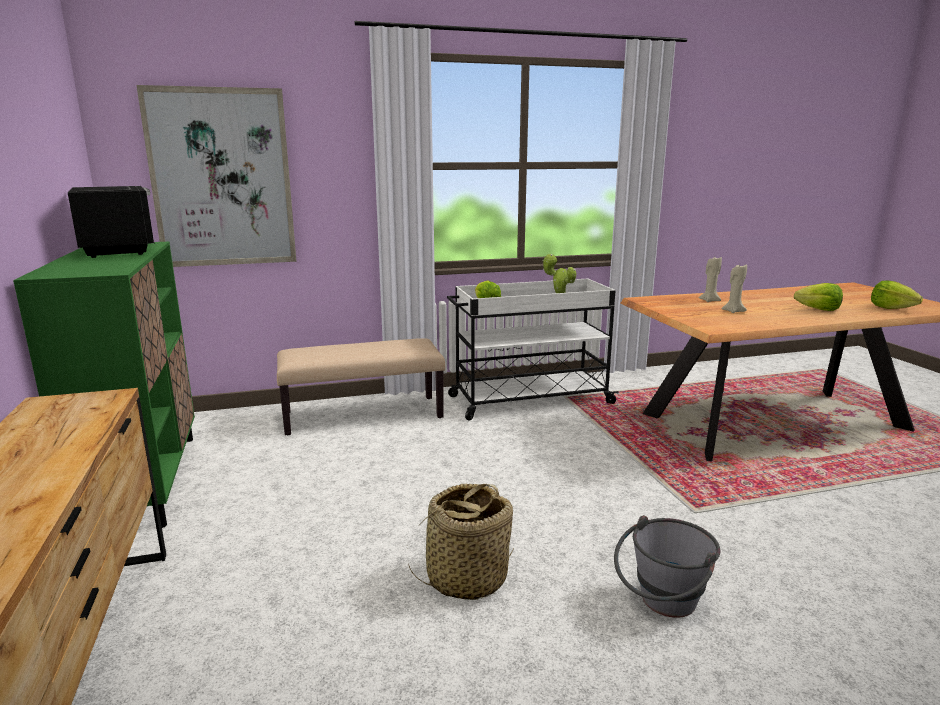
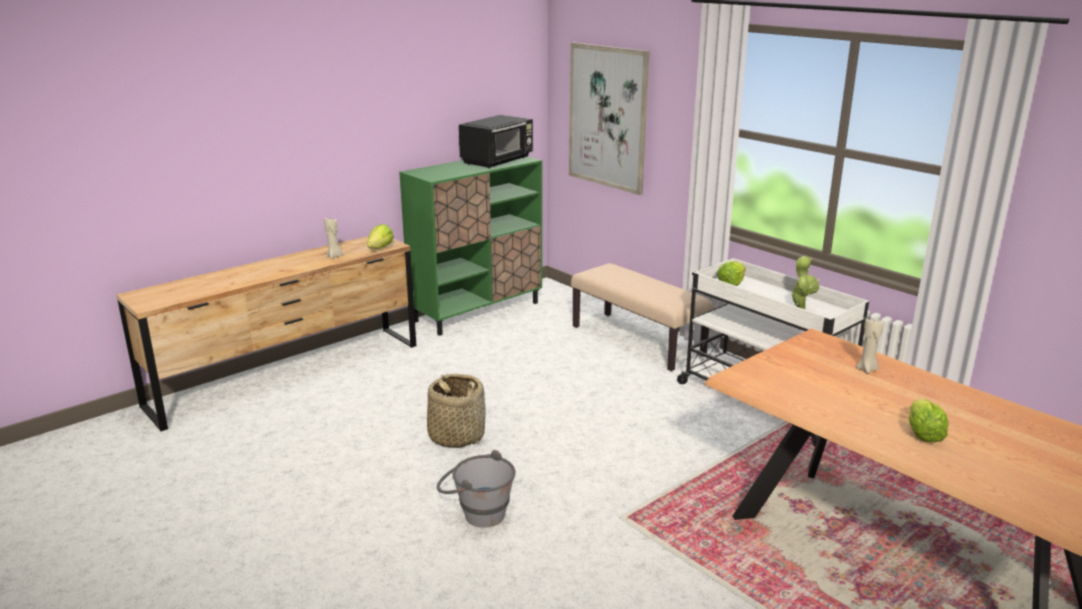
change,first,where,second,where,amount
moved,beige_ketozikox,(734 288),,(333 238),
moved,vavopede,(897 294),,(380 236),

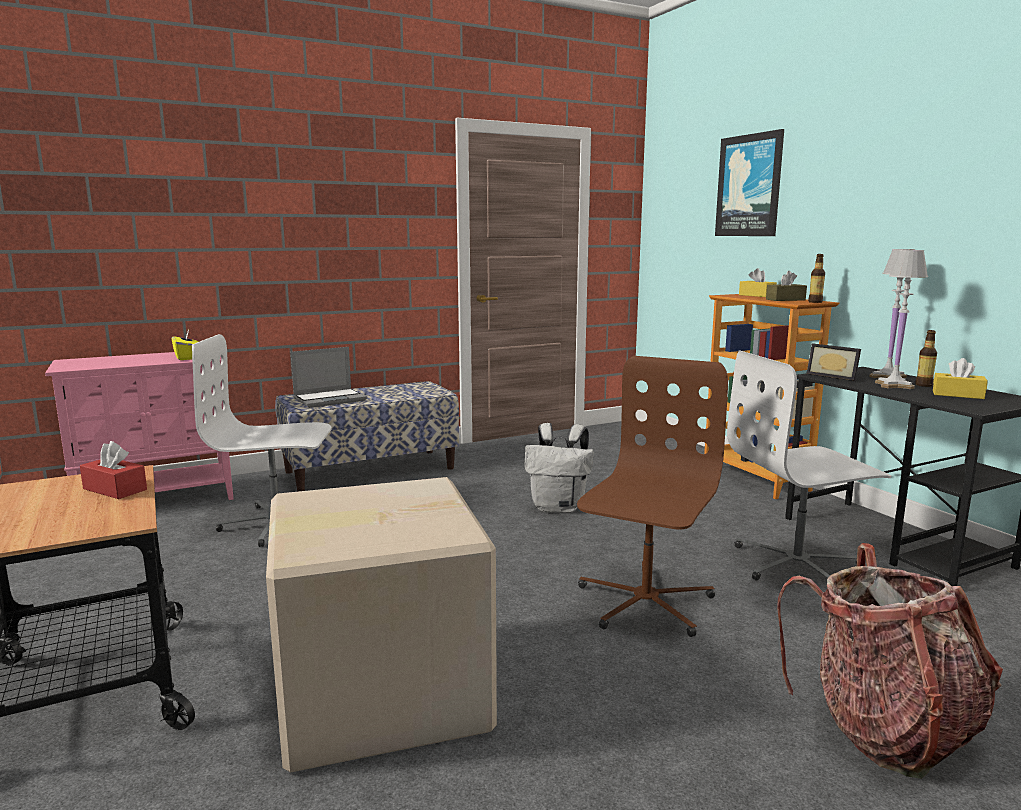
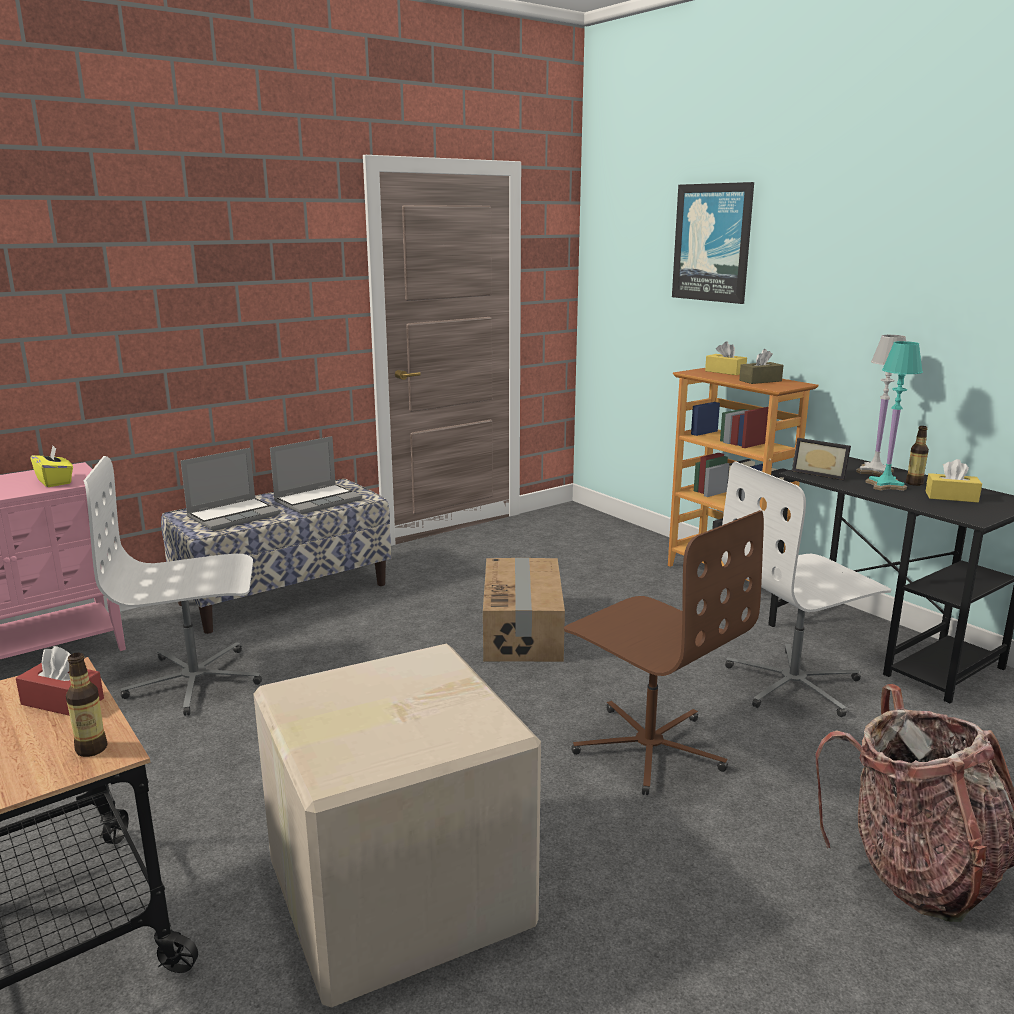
change,first,where,second,where,amount
replaced,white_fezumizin,(559 468),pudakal,(524 610),
turned,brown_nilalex,(652 496),,(664 652),120 degrees clockwise
moved,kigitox,(816 278),,(86 705),
recoloured,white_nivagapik,(901 319),turquoise_nivagapik,(894 416),
added,,,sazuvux,(316 475),

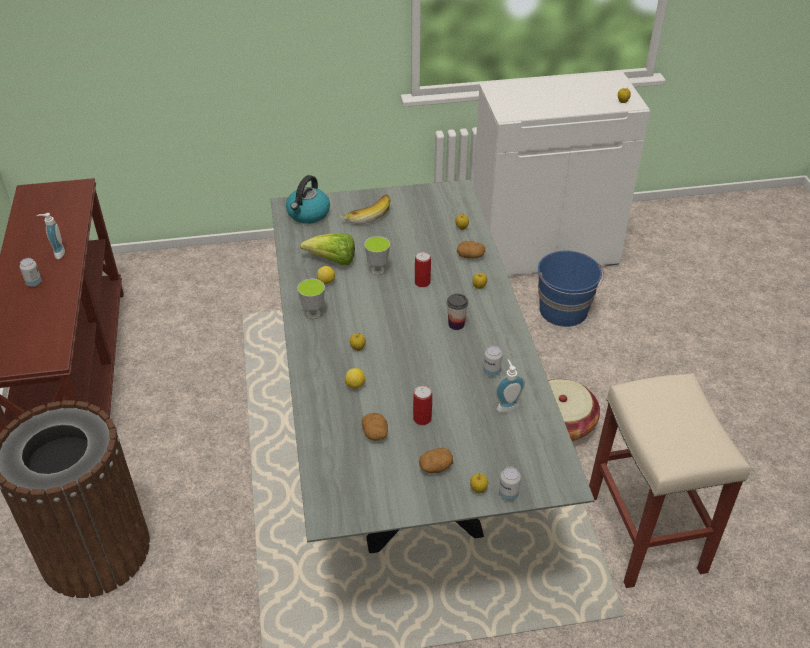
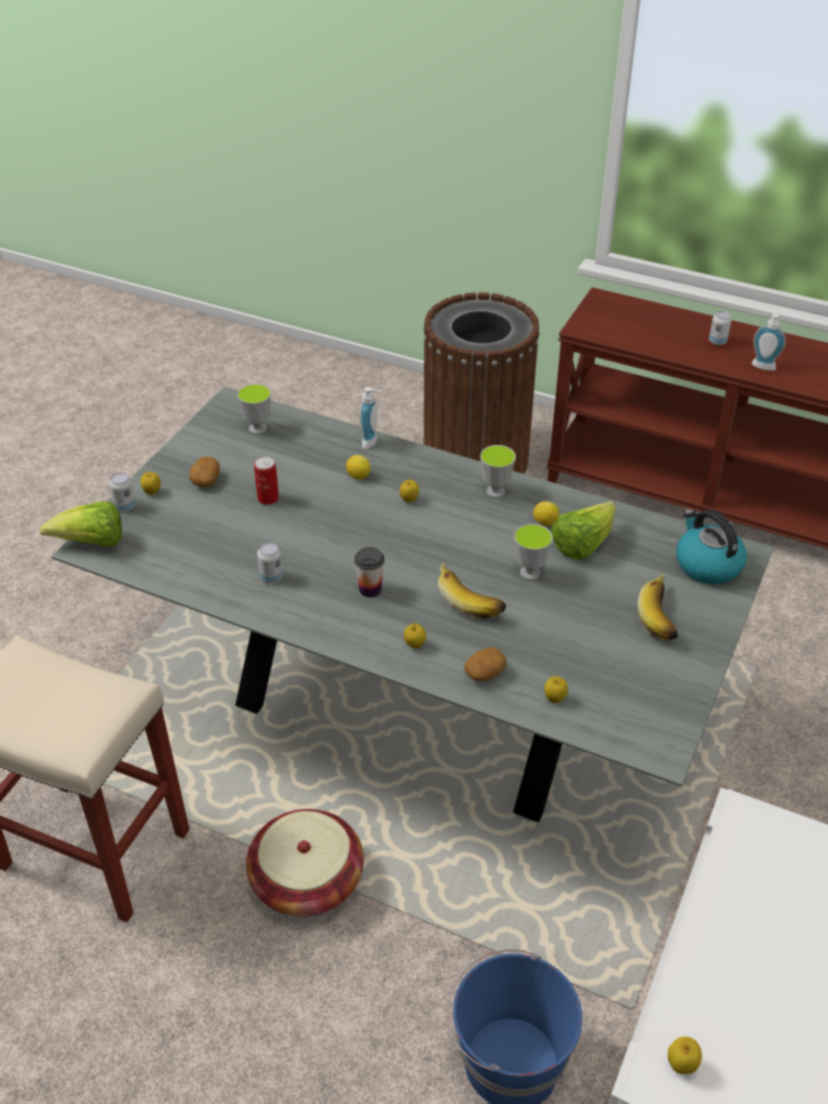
change,first,where,second,where,amount
removed,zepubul,(375 427),,,
replaced,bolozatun,(423 269),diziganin,(472 591),
moved,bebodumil,(510 386),,(370 418),
added,,,vavopede,(81 524),
added,,,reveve,(254 409),

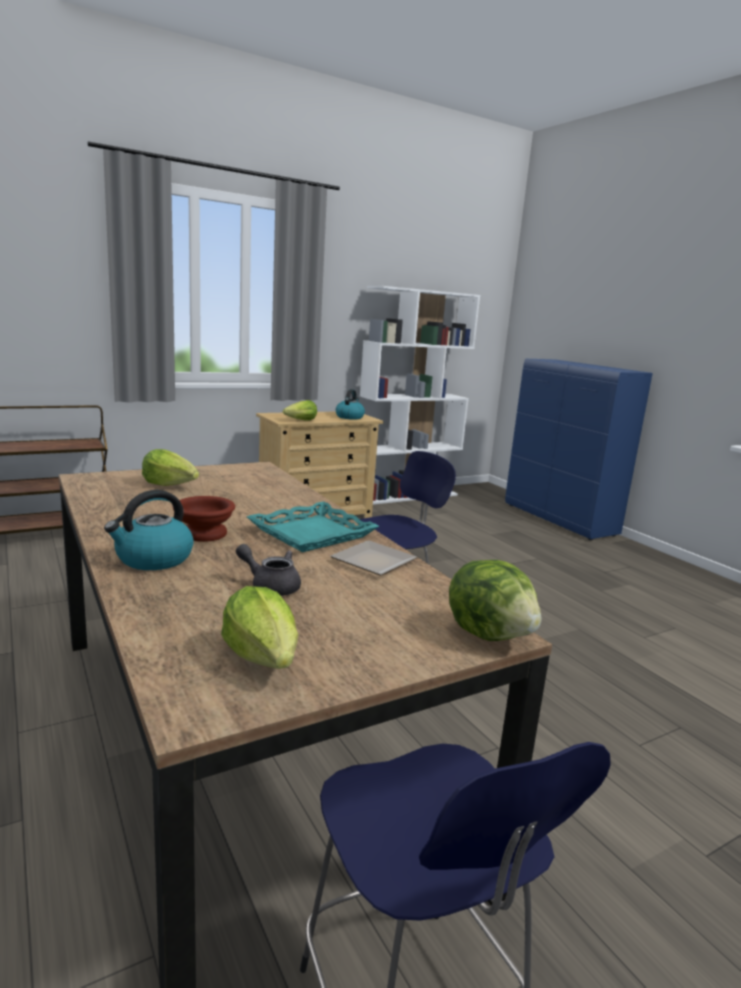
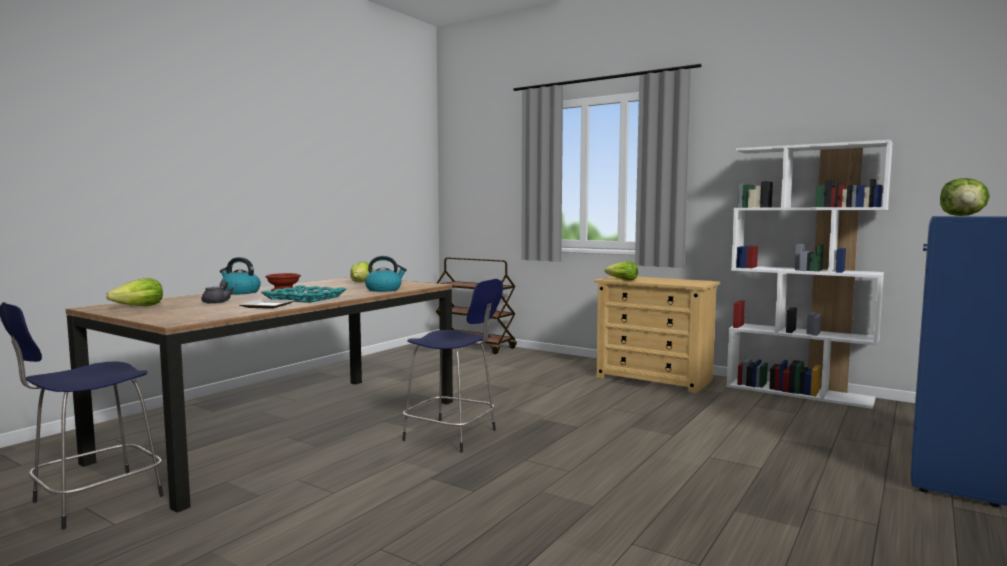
change,first,where,second,where,amount
moved,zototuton,(350 404),,(386 274),
moved,vavopede,(495 600),,(965 197),

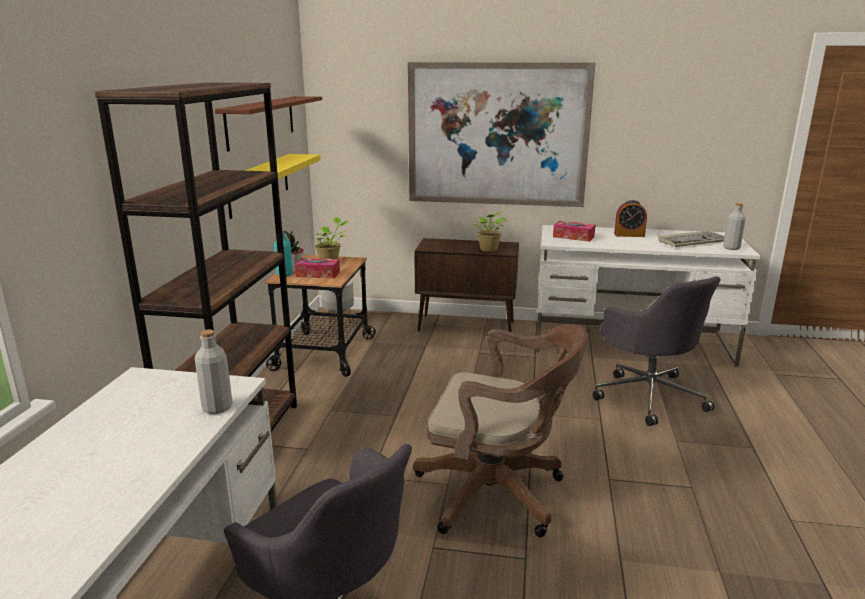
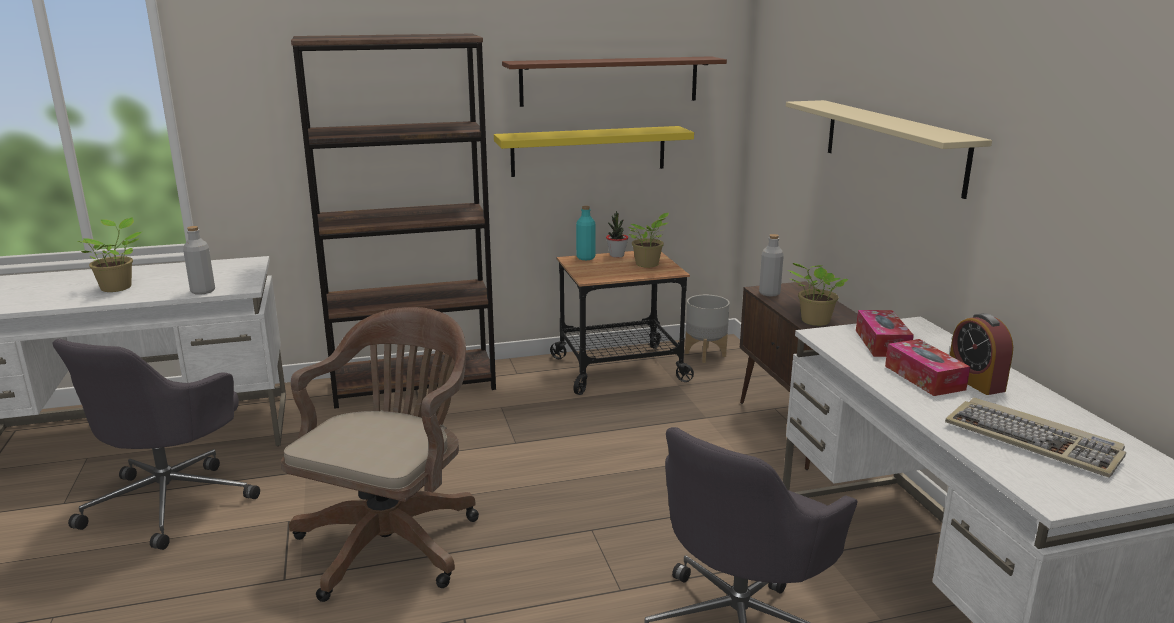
change,first,where,second,where,amount
moved,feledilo,(317 268),,(927 367),
replaced,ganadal,(501 134),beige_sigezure,(889 149),
turned,brown_nilalex,(500 430),,(380 454),150 degrees counterclockwise
moved,grey_kigitox,(734 226),,(771 265),
added,,,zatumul,(108 254),

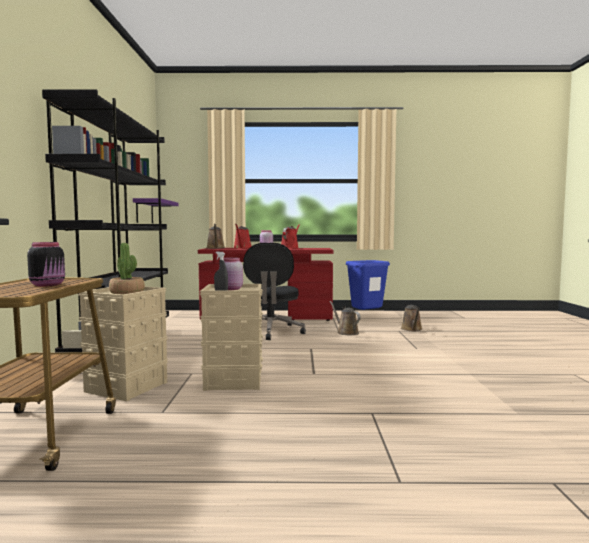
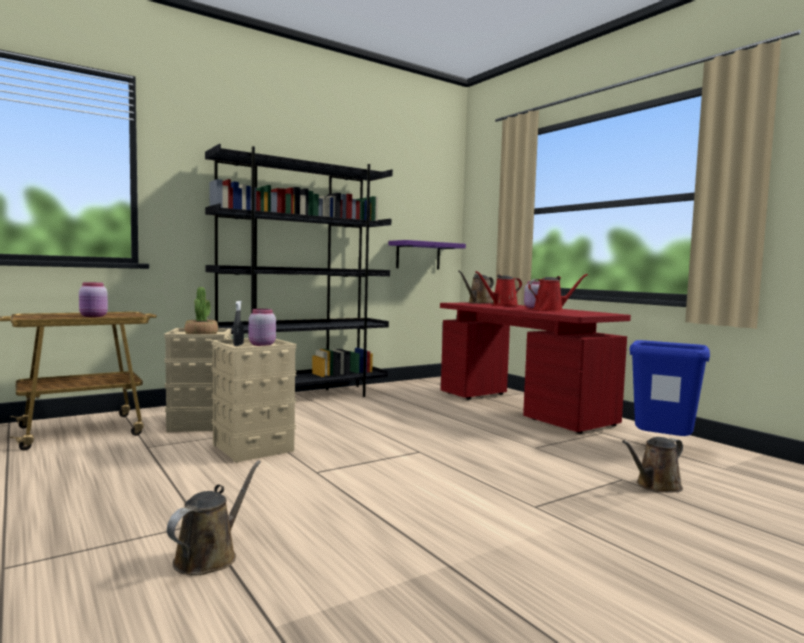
change,first,where,second,where,amount
recoloured,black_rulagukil,(46 264),pink_rulagukil,(93 299),
removed,black_nilalex,(274 291),,,
moved,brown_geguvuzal,(345 318),,(214 517),

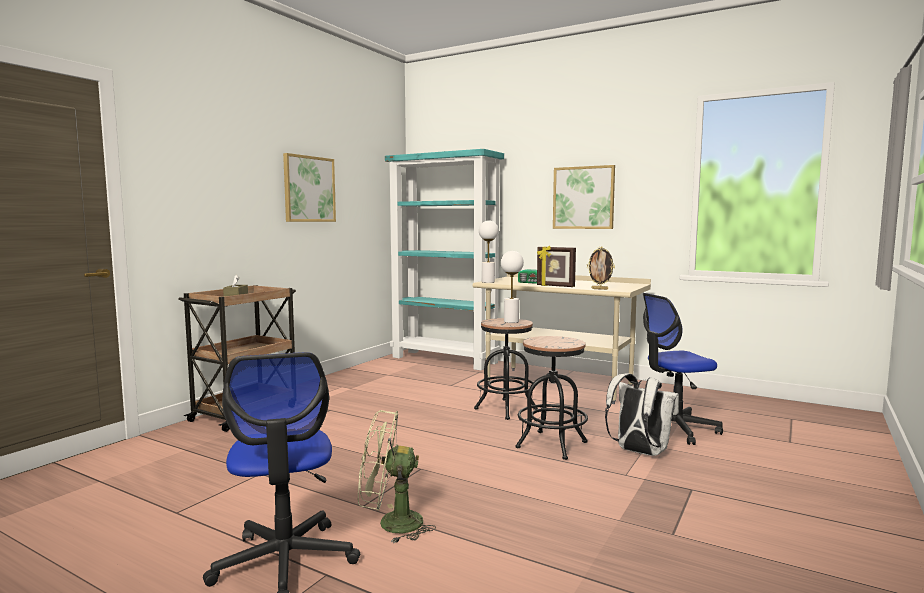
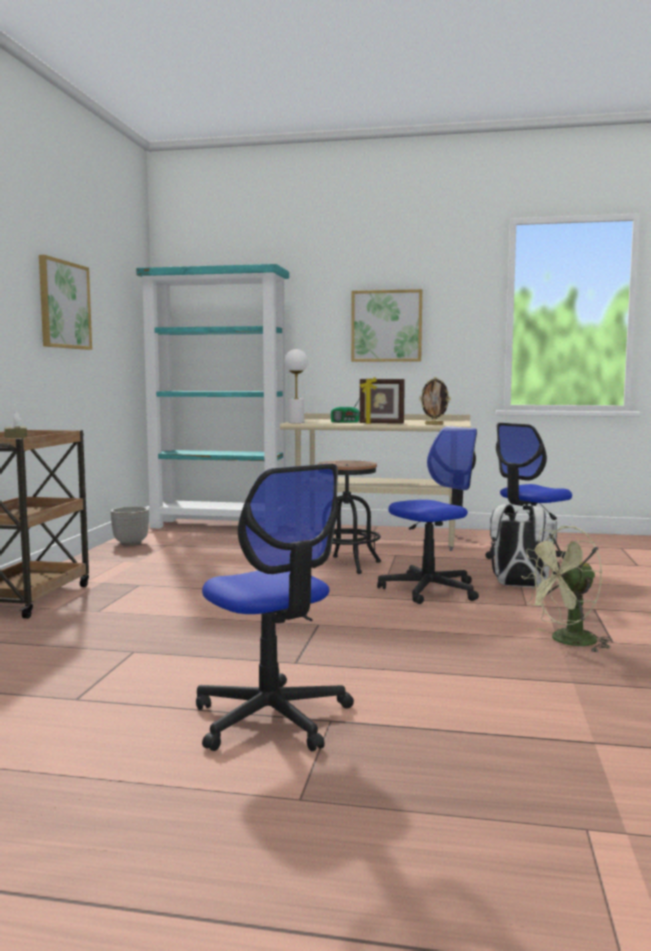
change,first,where,second,where,amount
moved,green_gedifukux,(397 477),,(567 589),
removed,white_nivagapik,(512 287),,,
replaced,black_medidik,(552 398),nilalex,(428 515),
added,,,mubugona,(130 526),

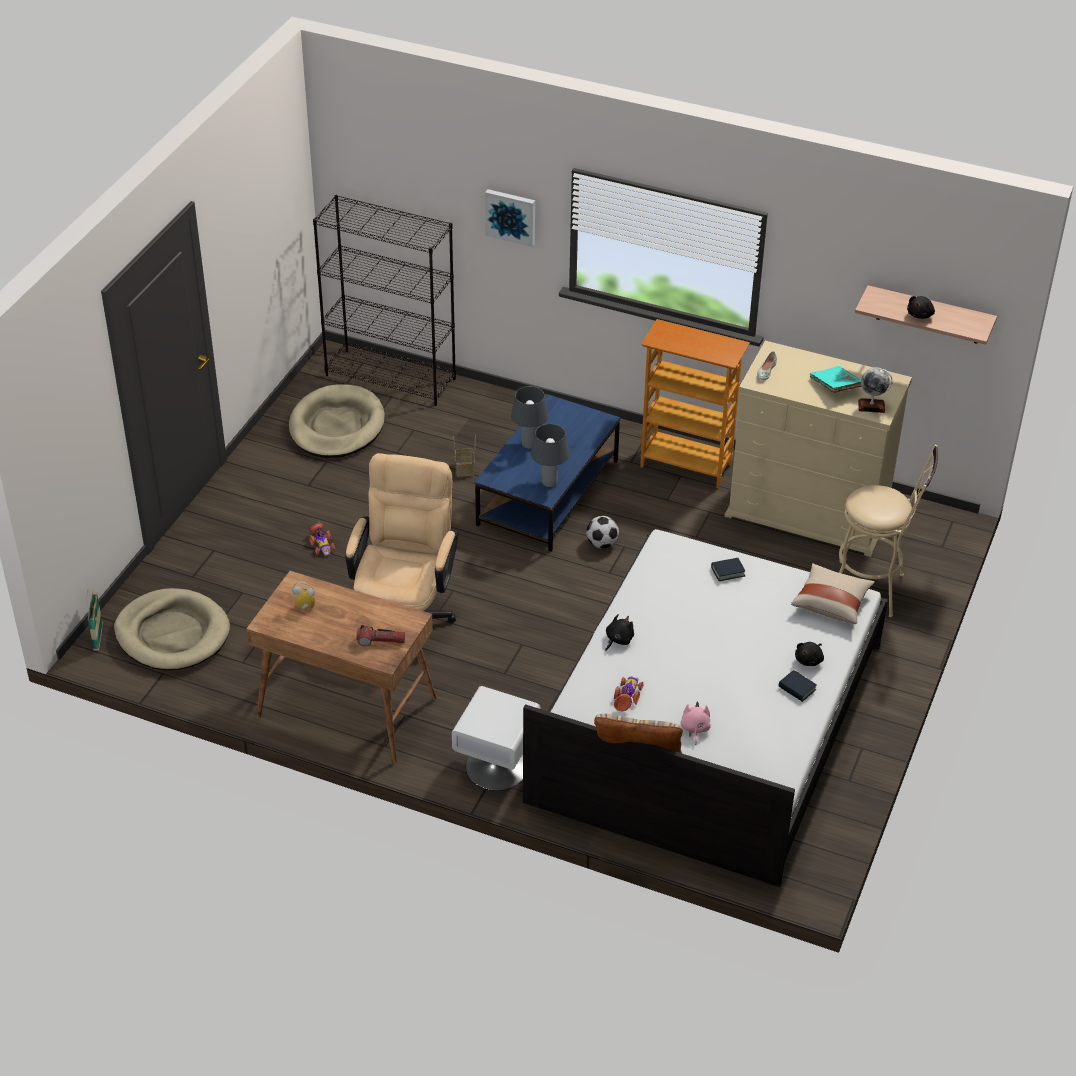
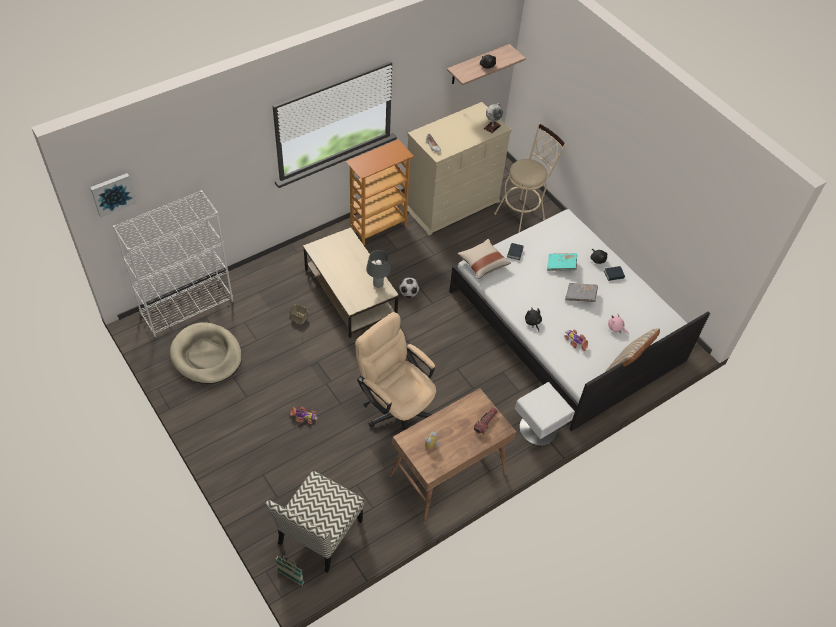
change,first,where,second,where,amount
replaced,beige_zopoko,(172 629),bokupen,(315 522),
recoloured,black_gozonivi,(384 300),white_gozonivi,(173 263),
recoloured,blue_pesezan,(547 472),beige_pesezan,(351 282),
moved,ganadal,(510 218),,(113 195),
removed,grey_nivagapik,(529 417),,,
moved,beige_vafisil,(833 593),,(484 259),
moved,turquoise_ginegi,(836 379),,(562 262),
added,,,grey_ginegi,(581 292),

